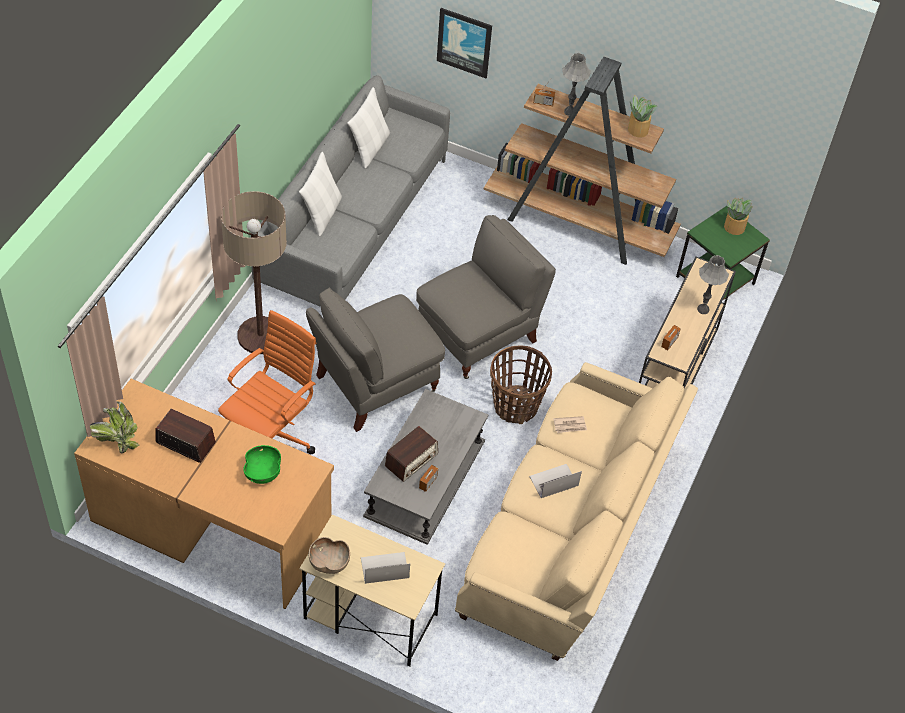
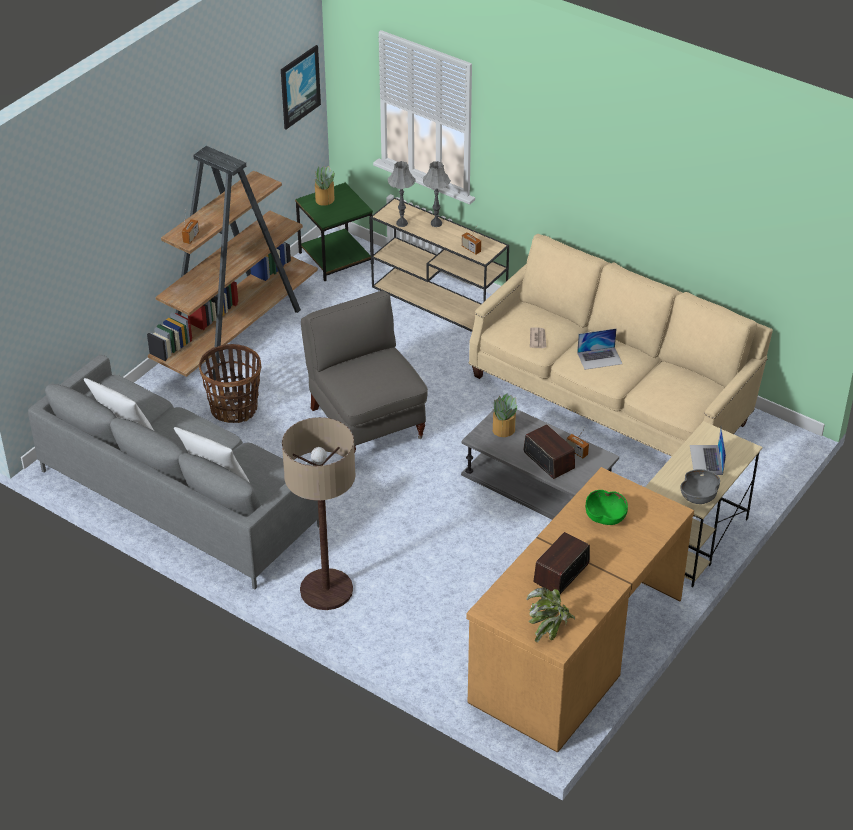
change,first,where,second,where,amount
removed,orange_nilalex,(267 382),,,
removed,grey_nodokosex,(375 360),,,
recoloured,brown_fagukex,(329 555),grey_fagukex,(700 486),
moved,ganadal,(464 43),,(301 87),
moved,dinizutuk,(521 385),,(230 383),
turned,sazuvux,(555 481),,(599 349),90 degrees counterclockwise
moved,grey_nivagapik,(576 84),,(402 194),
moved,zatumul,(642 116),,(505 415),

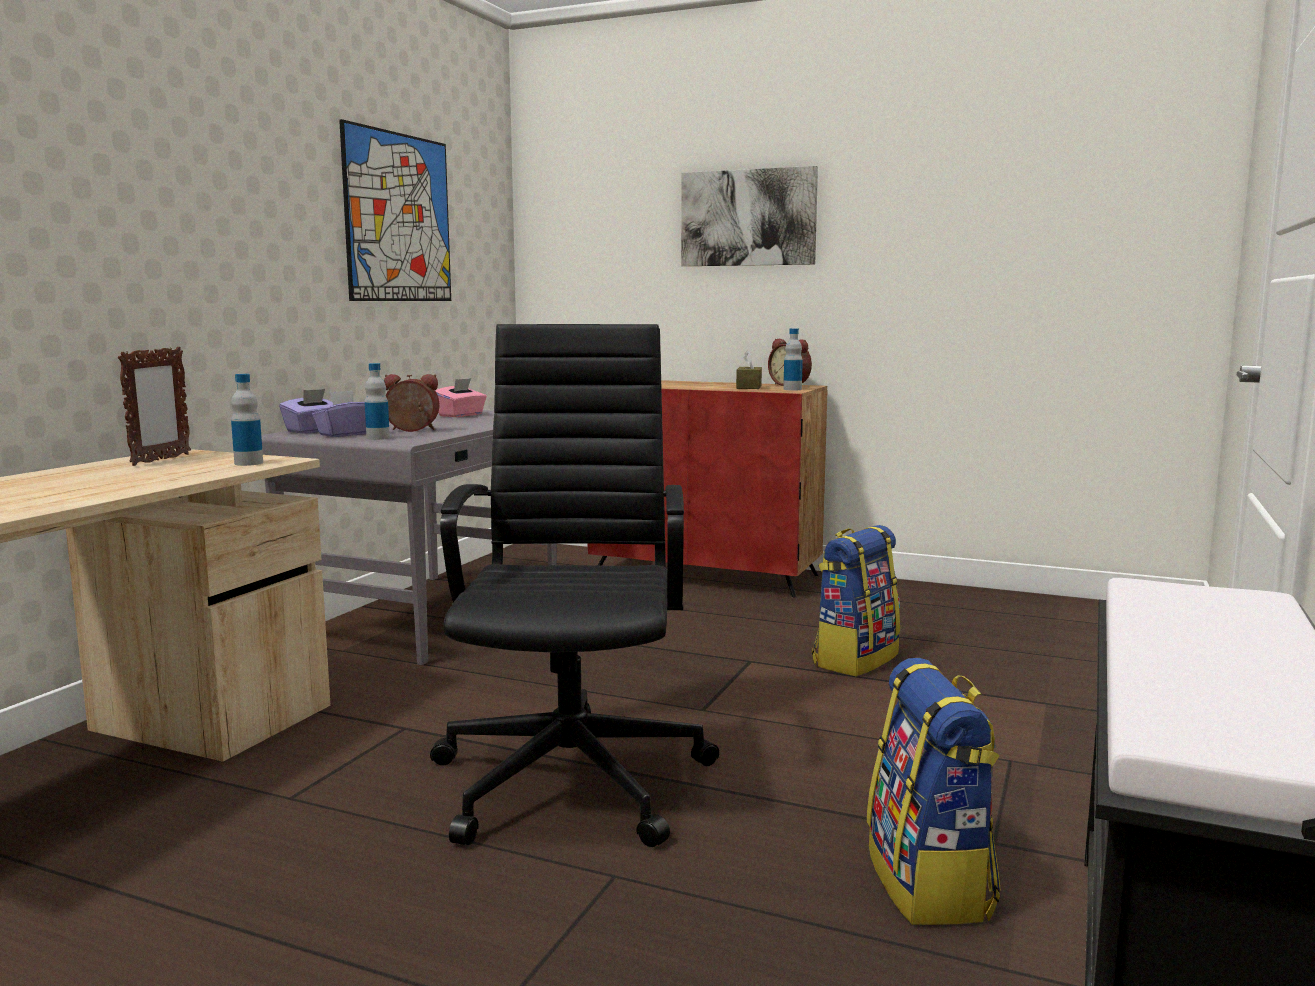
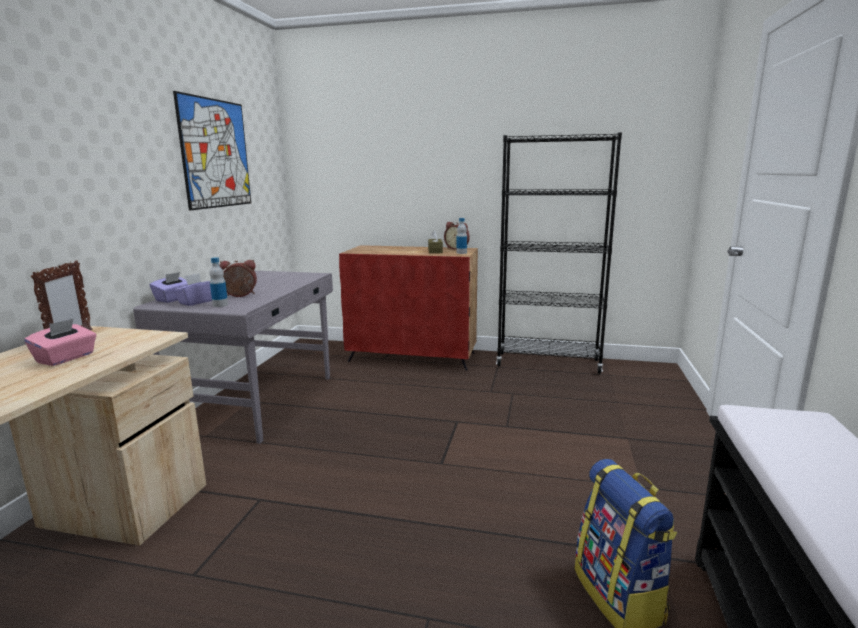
change,first,where,second,where,amount
removed,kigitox,(247 420),,,
removed,black_nilalex,(574 585),,,
moved,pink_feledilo,(461 397),,(60 342),
removed,ganadal,(749 216),,,
removed,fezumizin,(856 601),,,
added,,,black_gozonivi,(559 253),

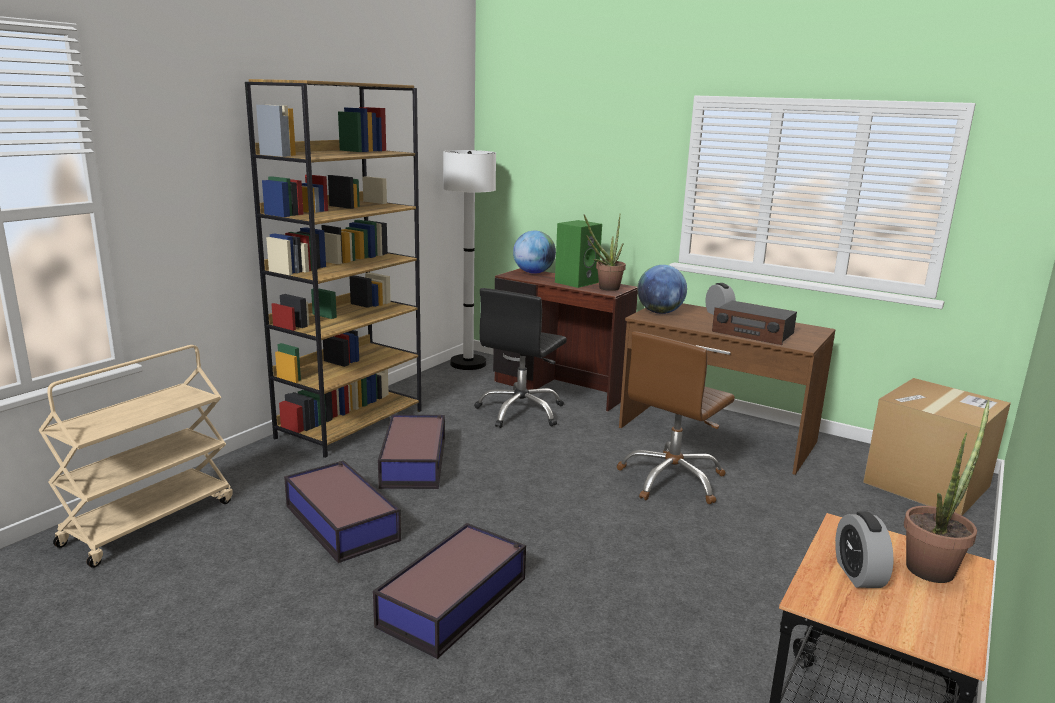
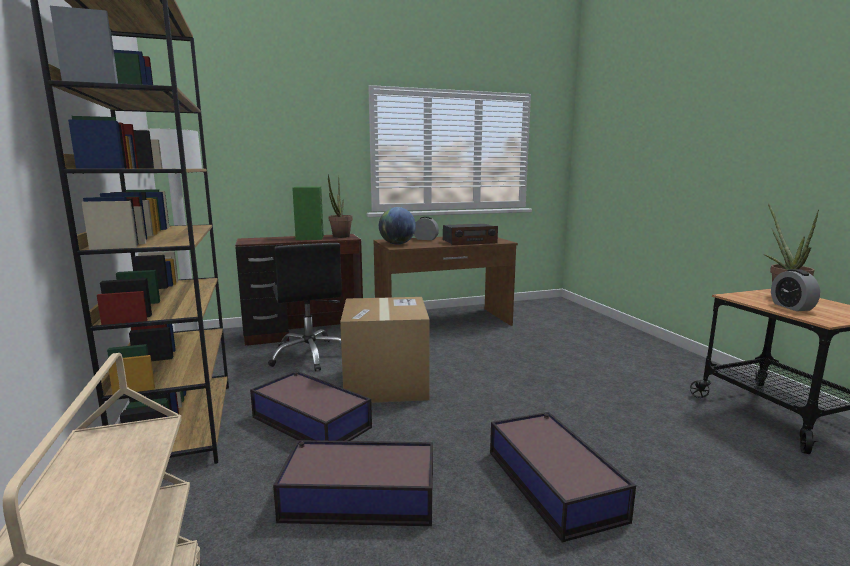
change,first,where,second,where,amount
removed,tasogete,(534 252),,,
removed,brown_nilalex,(676 417),,,
turned,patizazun,(864 549),,(795 290),45 degrees clockwise
moved,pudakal,(937 447),,(385 350),

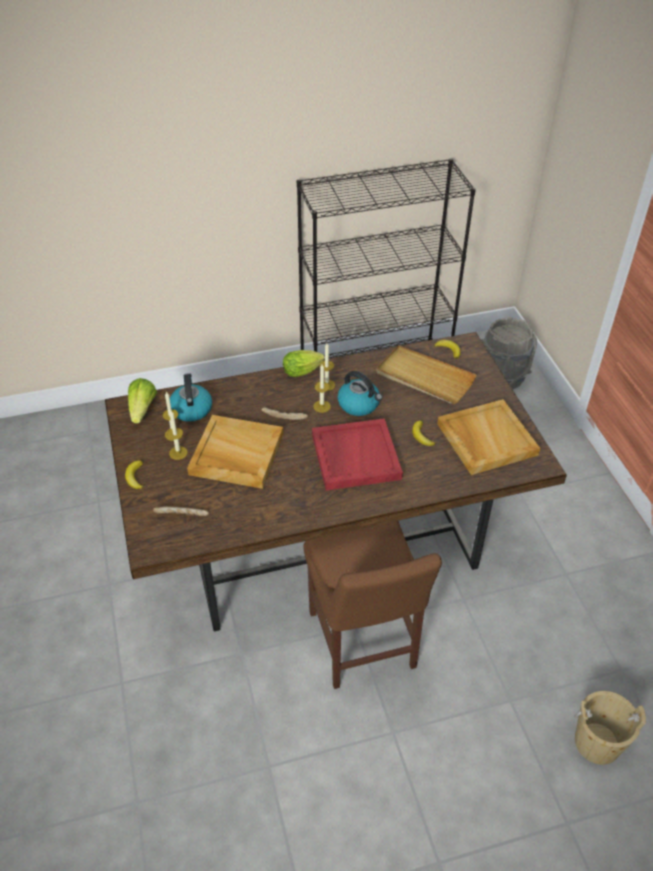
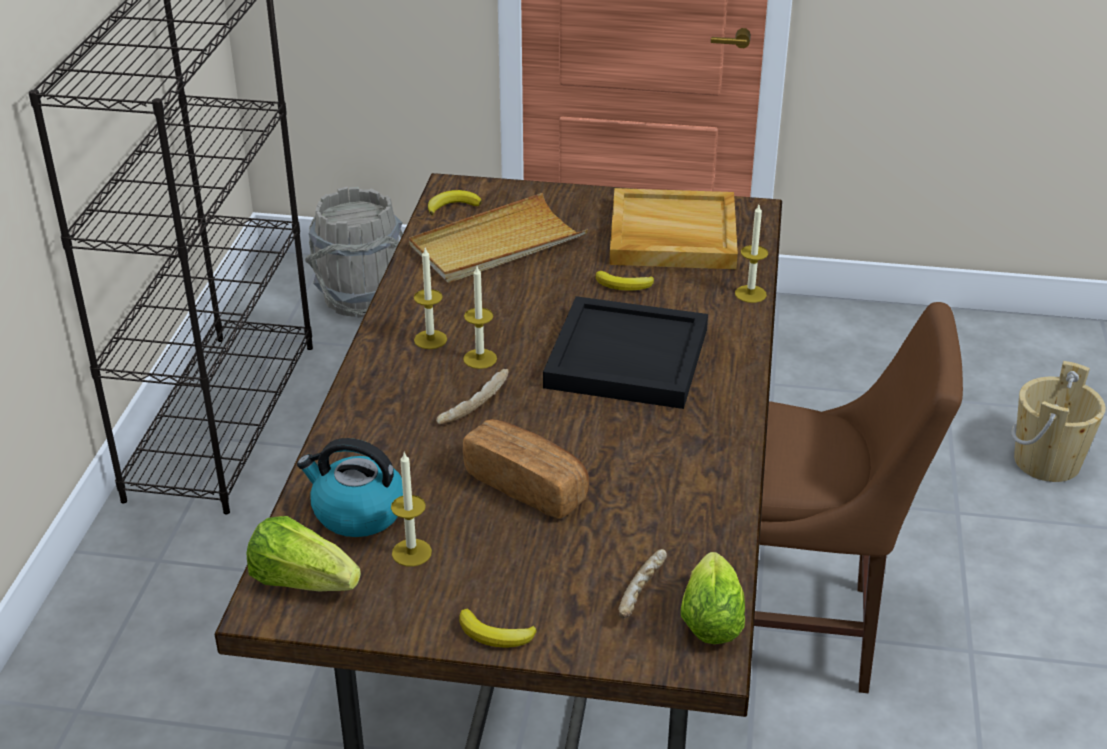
change,first,where,second,where,amount
moved,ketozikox,(177 435),,(751 254),
replaced,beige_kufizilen,(235 452),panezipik,(526 469),
moved,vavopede,(304 363),,(713 598),
recoloured,red_kufizilen,(357 454),black_kufizilen,(625 352),
removed,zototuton,(360 393),,,

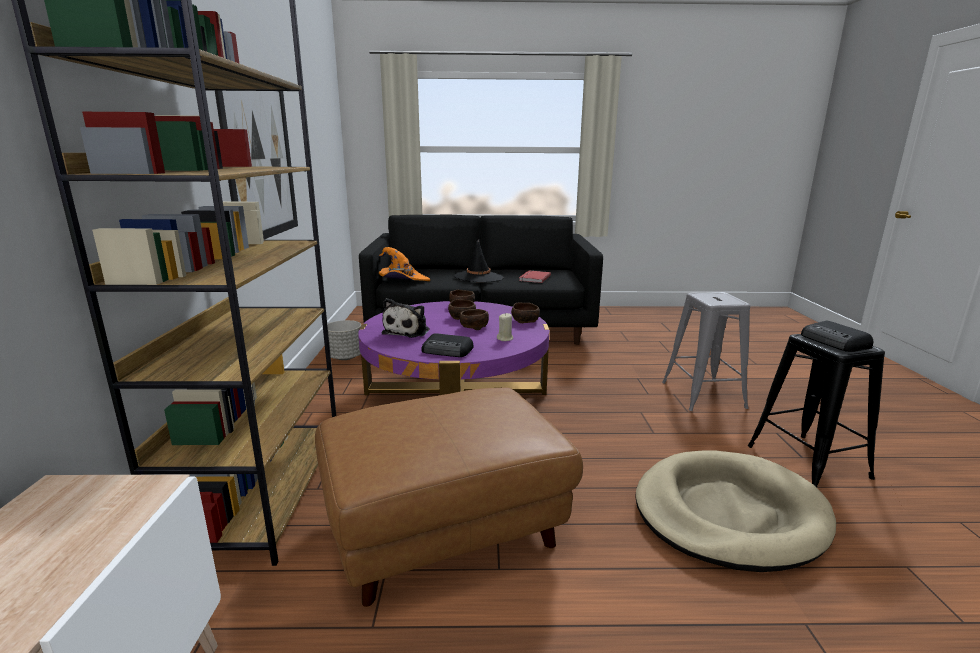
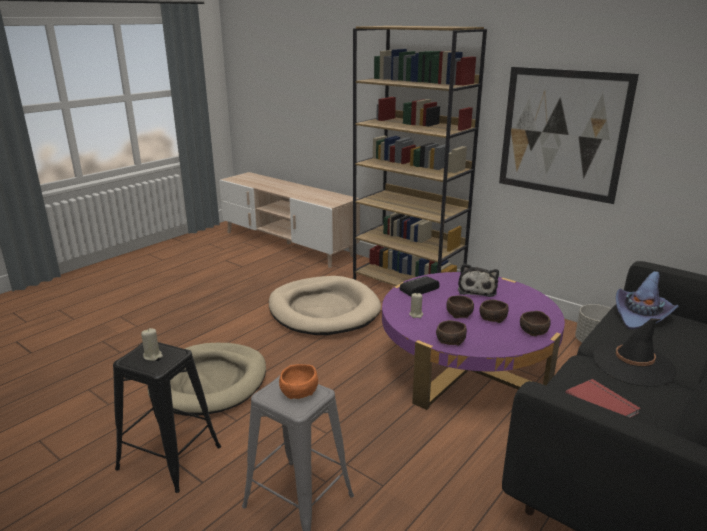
change,first,where,second,where,amount
replaced,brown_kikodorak,(449 497),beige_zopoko,(325 305),
recoloured,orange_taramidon,(404 264),purple_taramidon,(647 300),
turned,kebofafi,(406 318),,(478 280),135 degrees counterclockwise
replaced,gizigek,(837 336),beige_ketozikox,(152 344),
added,,,orange_fagukex,(298 381),

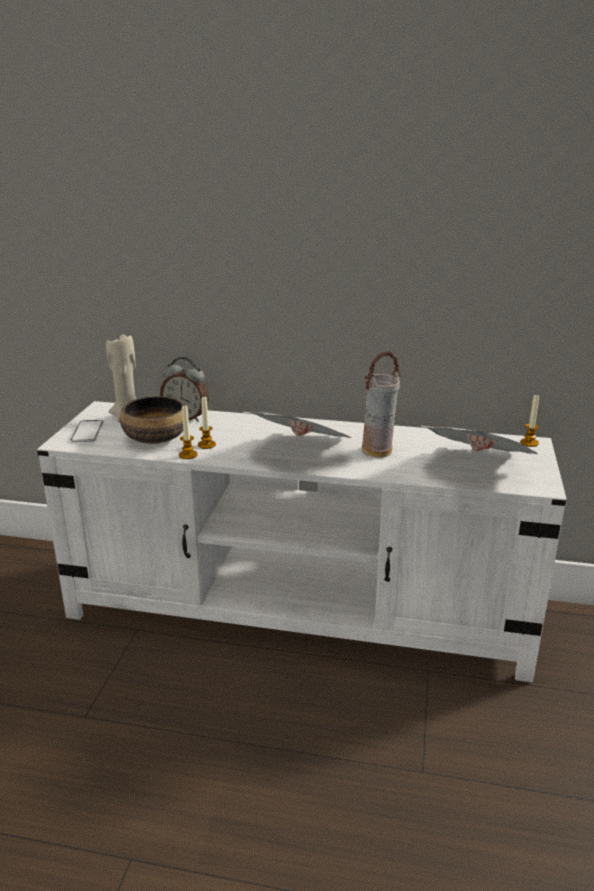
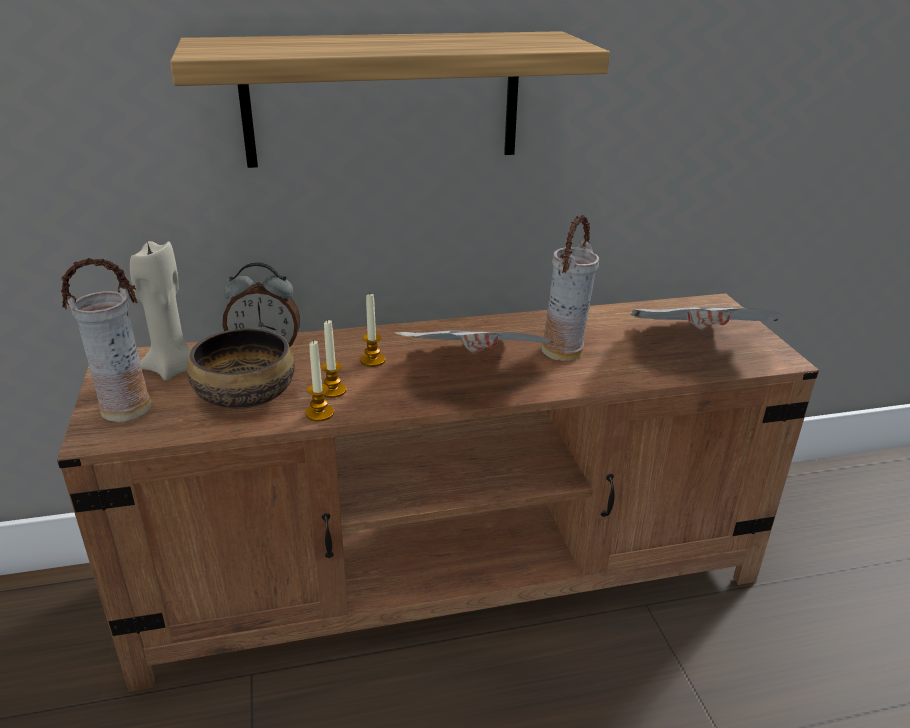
change,first,where,second,where,amount
recoloured,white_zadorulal,(302 542),brown_zadorulal,(438 492),
replaced,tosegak,(87 431),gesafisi,(106 340),
moved,ketozikox,(529 420),,(373 330),
added,,,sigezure,(390 99),

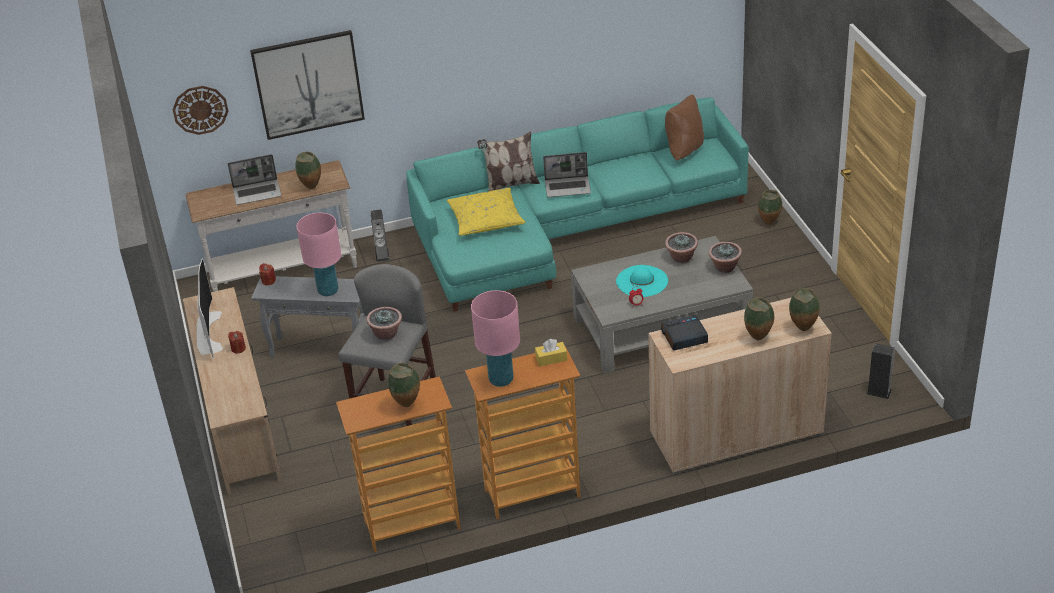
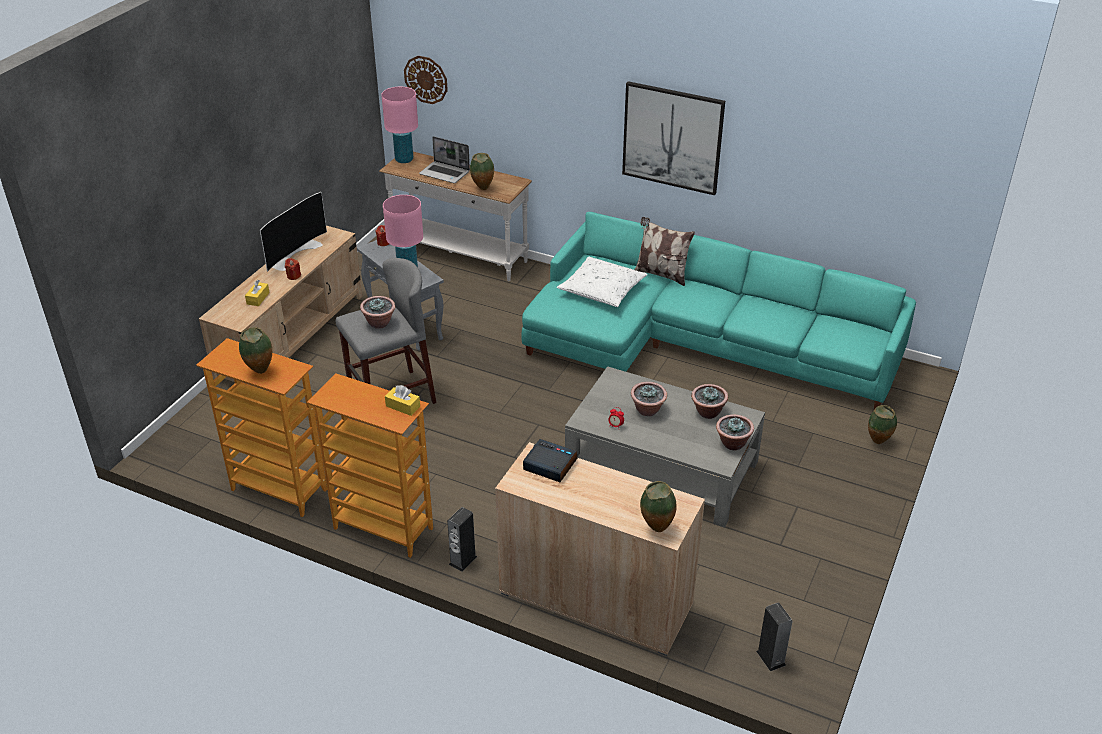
change,first,where,second,where,amount
moved,ganadal,(307 85),,(673 138),
moved,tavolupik,(380 236),,(462 539),
recoloured,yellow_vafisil,(486 212),white_vafisil,(602 282),
moved,pink_nivagapik,(495 338),,(399 125),
removed,sazuvux,(567 174),,,
replaced,turquoise_taramidon,(642 281),zatumul,(649 399),
removed,brown_vafisil,(684 127),,,
removed,gesafisi,(759 318),,,
added,,,yellow_feledilo,(257 293),

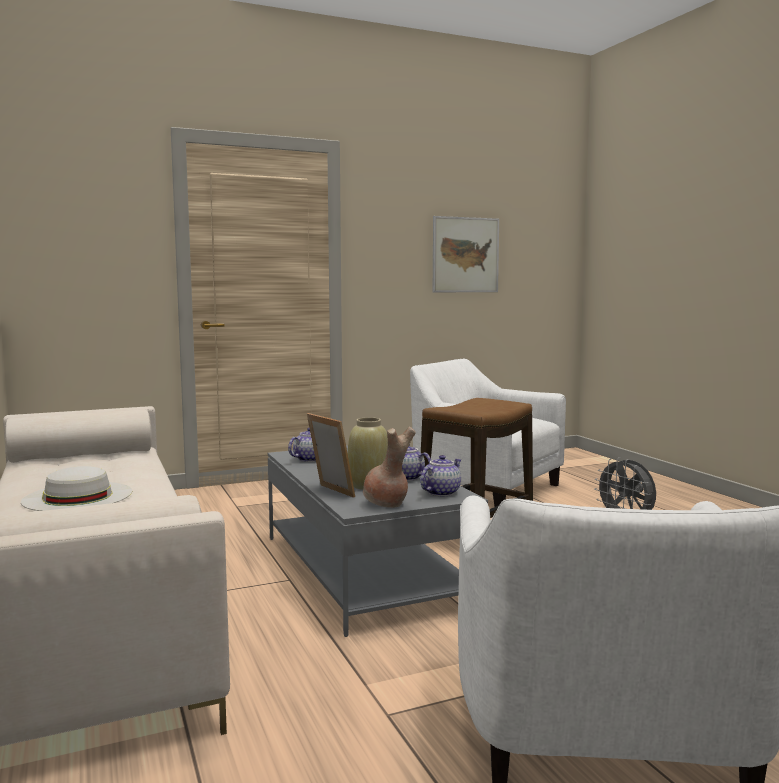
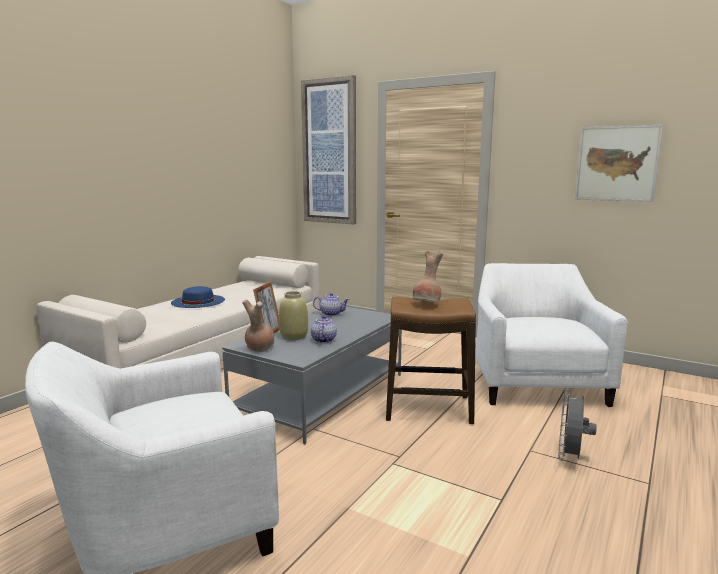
change,first,where,second,where,amount
recoloured,white_taramidon,(76 488),blue_taramidon,(198 297),
removed,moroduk,(440 475),,,
added,,,ganadal,(328 149),
added,,,brown_gesafisi,(428 276),

